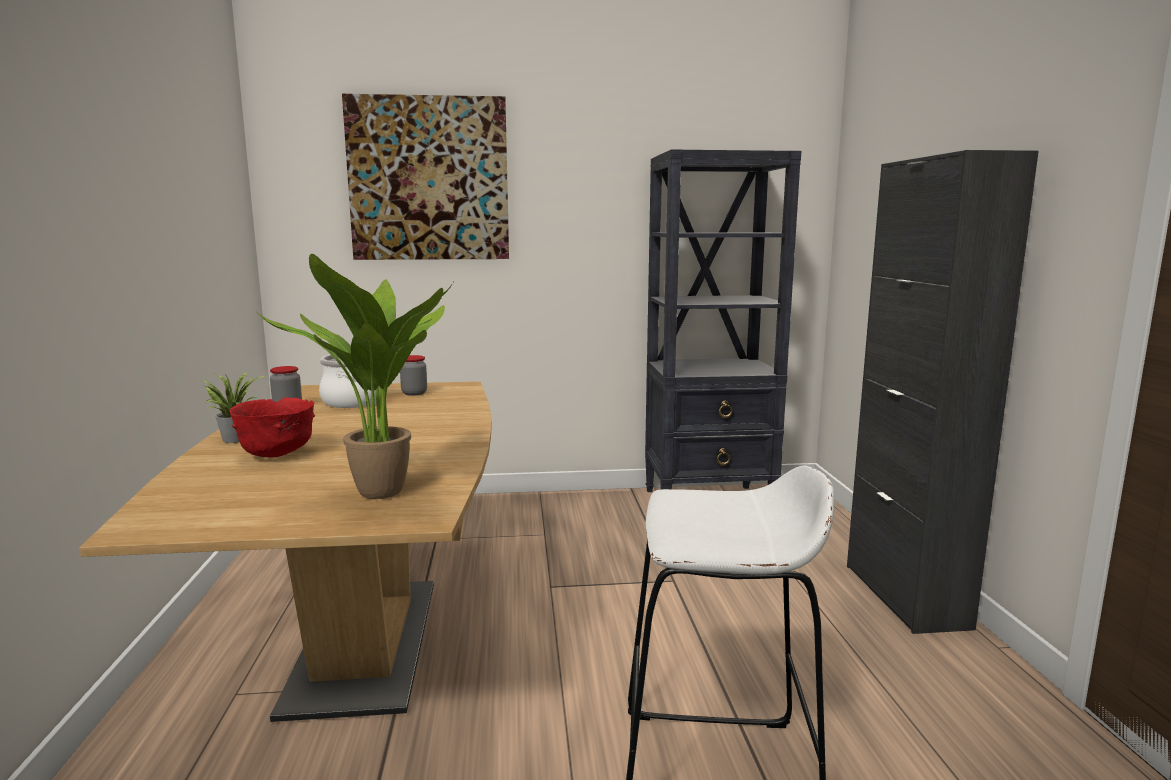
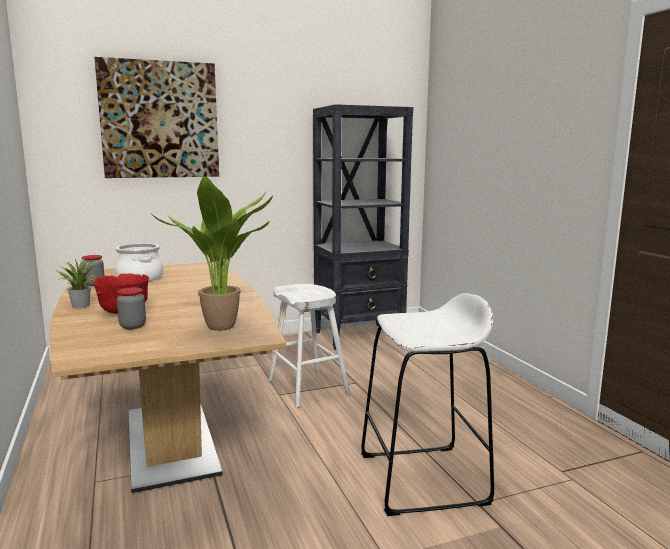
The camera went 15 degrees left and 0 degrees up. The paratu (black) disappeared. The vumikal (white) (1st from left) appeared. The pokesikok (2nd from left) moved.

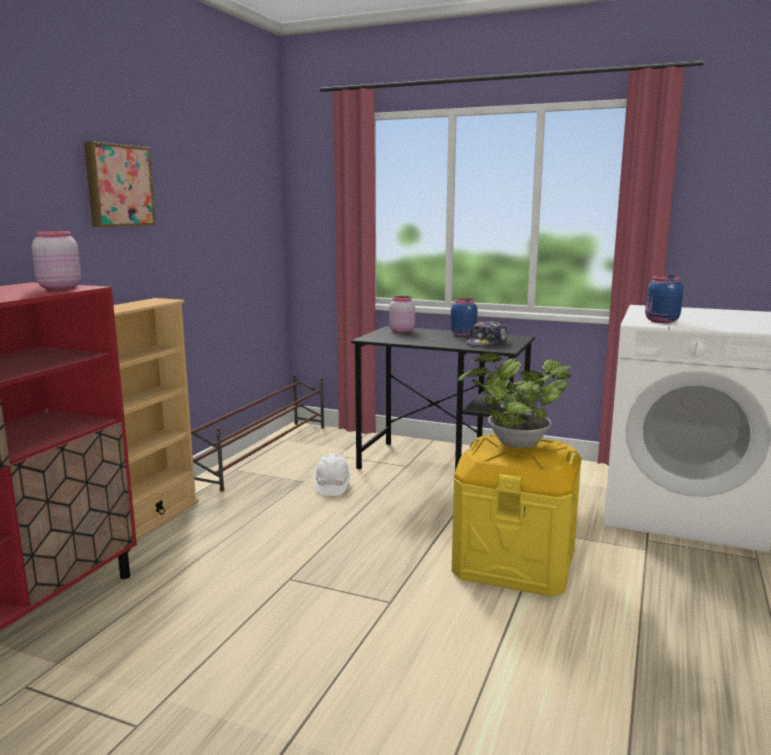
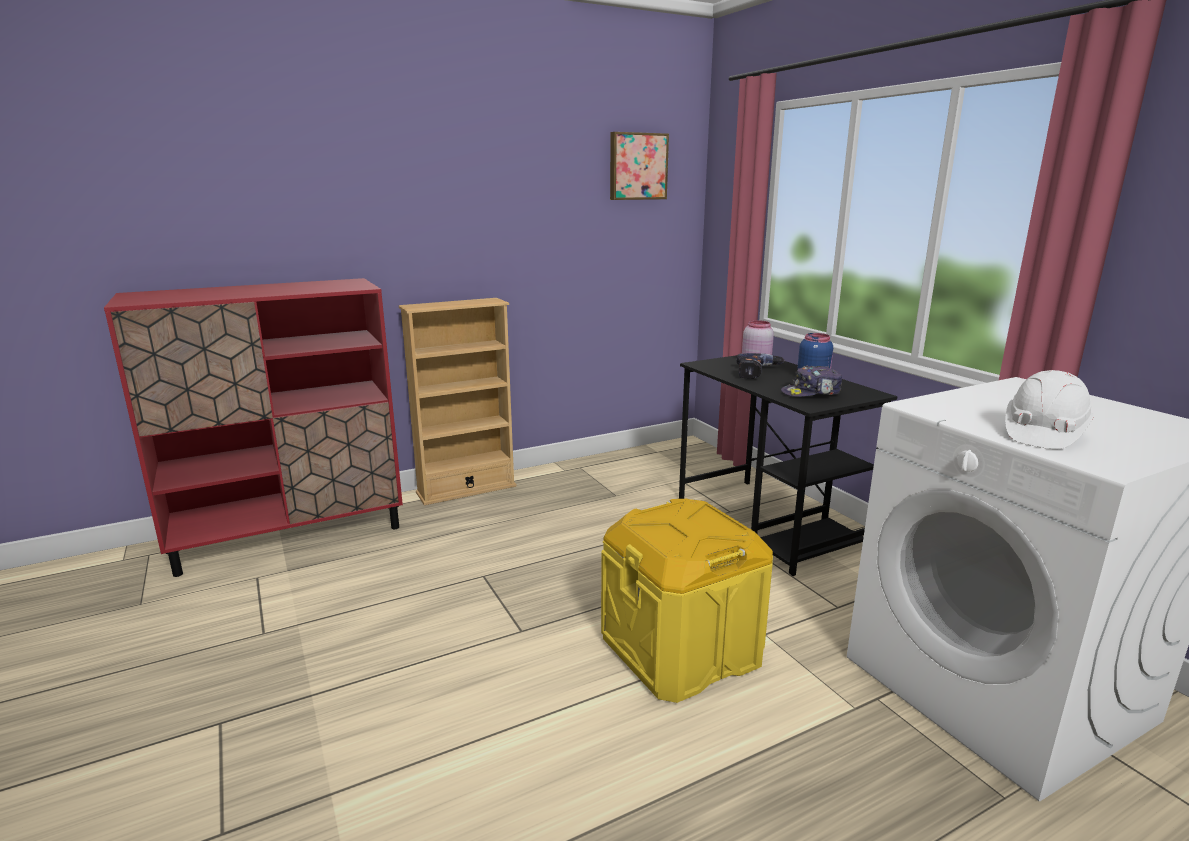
The camera went 40 degrees right and 5 degrees up. The pokesikok (pink) (1st from left) disappeared. The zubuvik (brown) disappeared. The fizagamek disappeared. The pokesikok (blue) (2nd from left) disappeared. The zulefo appeared. The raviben moved. The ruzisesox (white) moved.

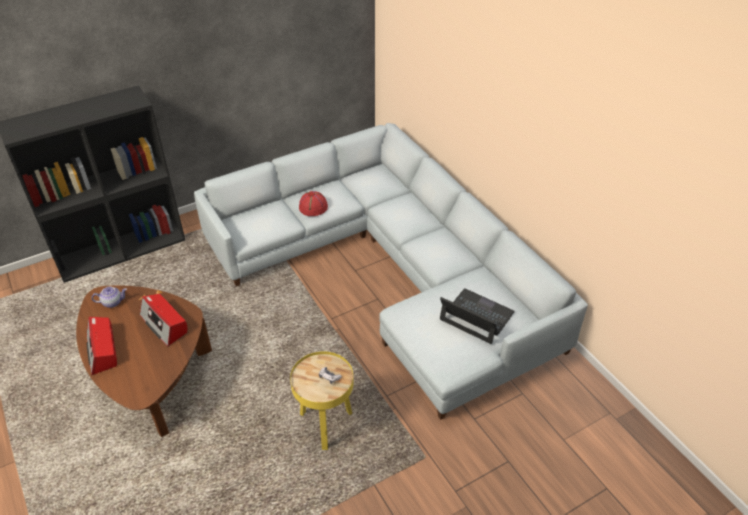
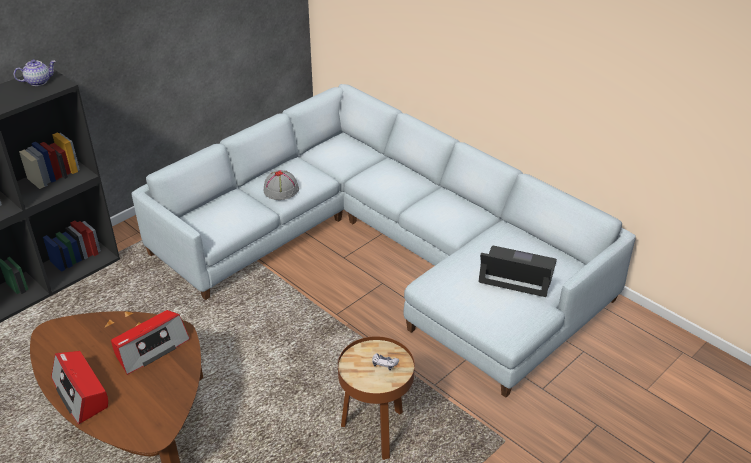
The camera went 15 degrees left and 5 degrees down. The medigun moved. The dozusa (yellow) became the dozusa (brown). The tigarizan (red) became the tigarizan (grey). The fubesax (2nd from left) turned 75 degrees counterclockwise.

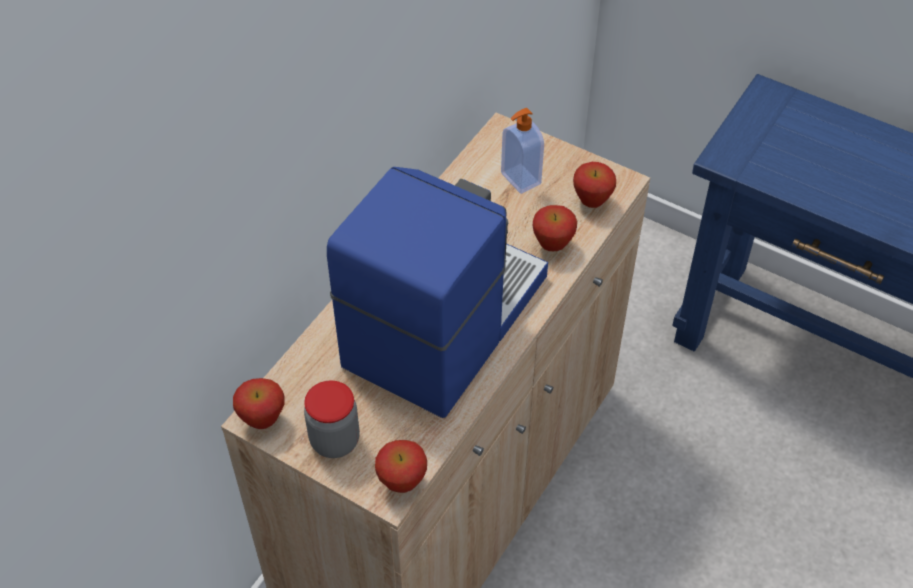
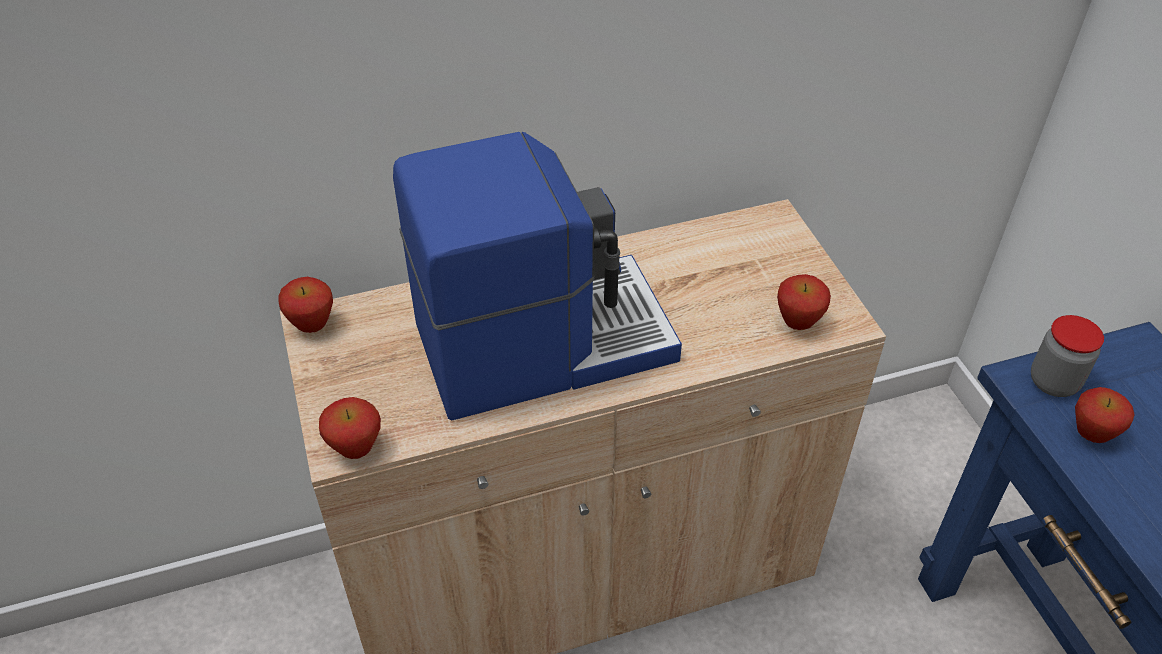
The camera went 40 degrees right and 5 degrees down. The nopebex disappeared. The pokesikok moved. The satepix (3rd from left in the first image) moved.

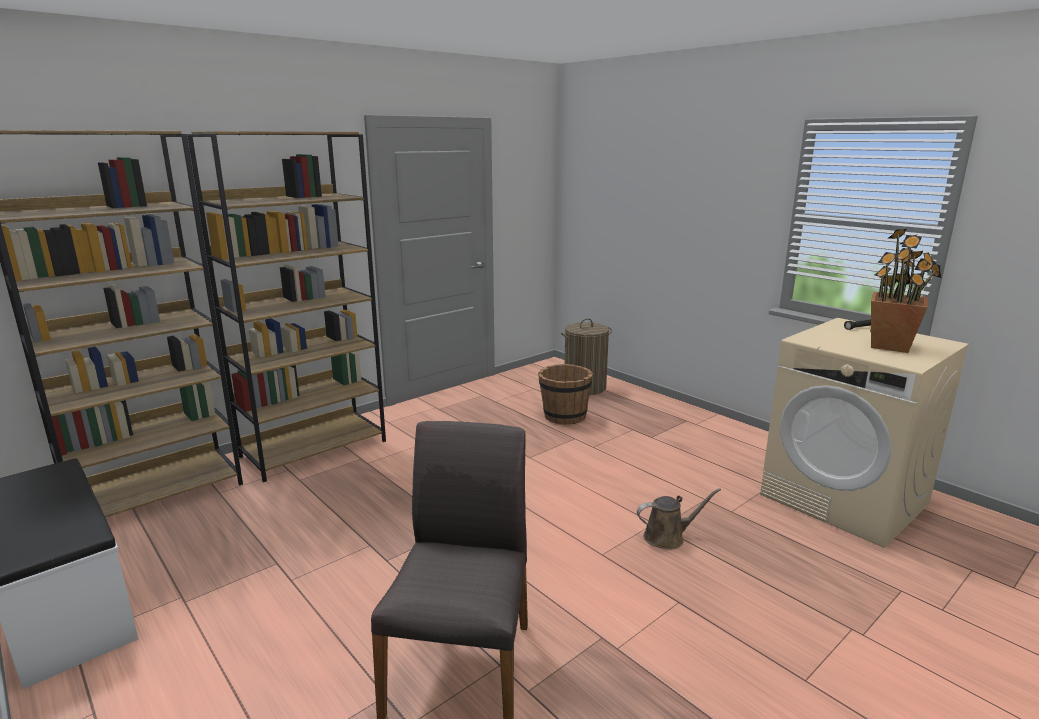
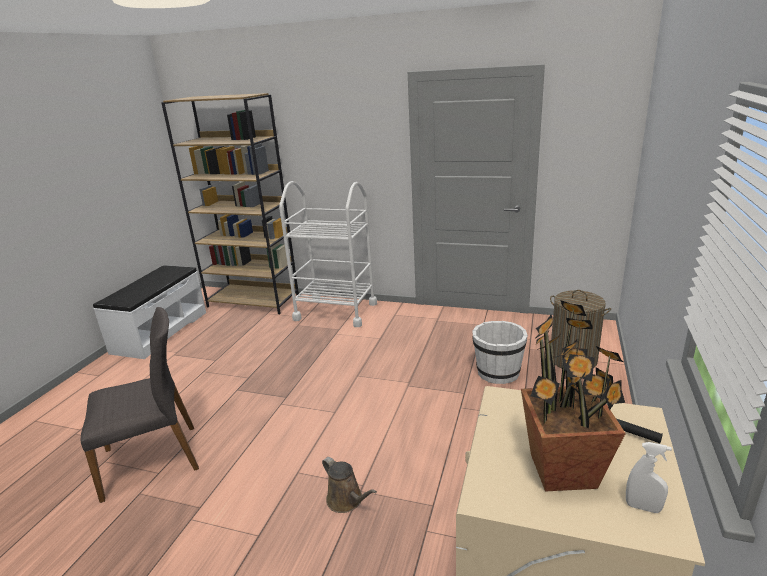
The camera went 60 degrees right and 5 degrees up. The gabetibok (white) appeared. The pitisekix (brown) (2nd from left) was replaced by the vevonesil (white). The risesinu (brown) became the risesinu (white).

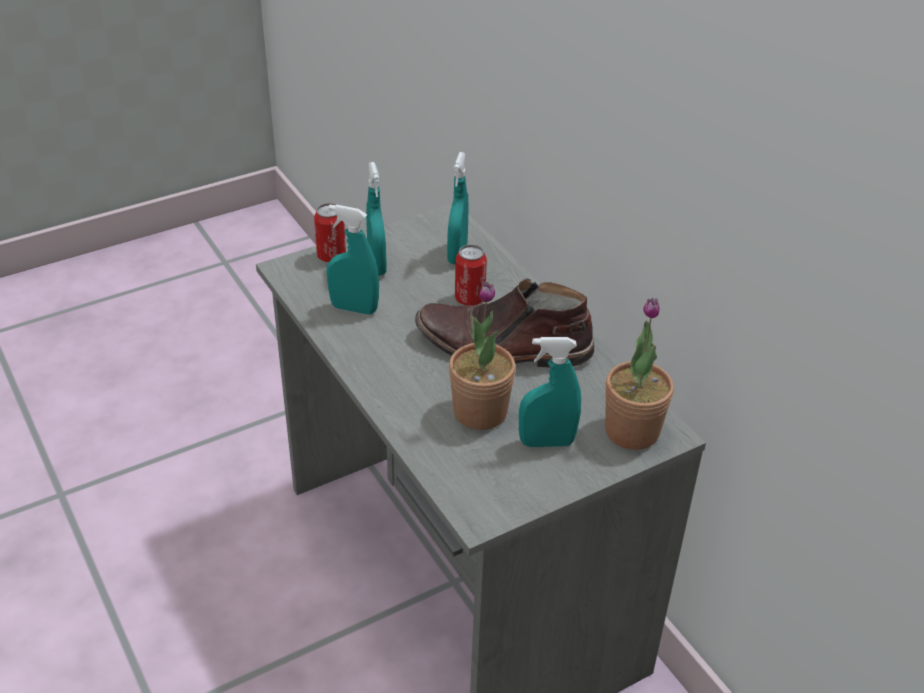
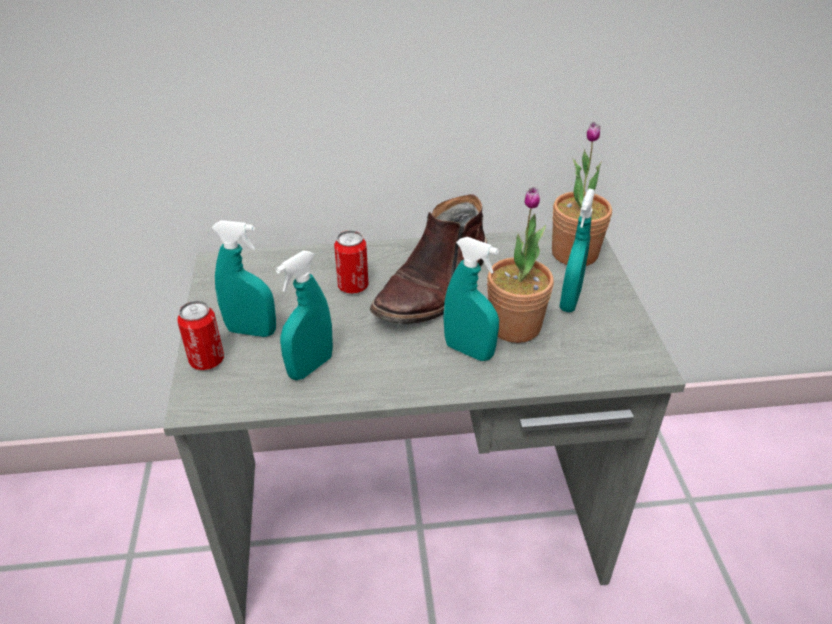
The camera went 65 degrees left and 0 degrees up. The gabetibok (turquoise) (3rd from left) moved.

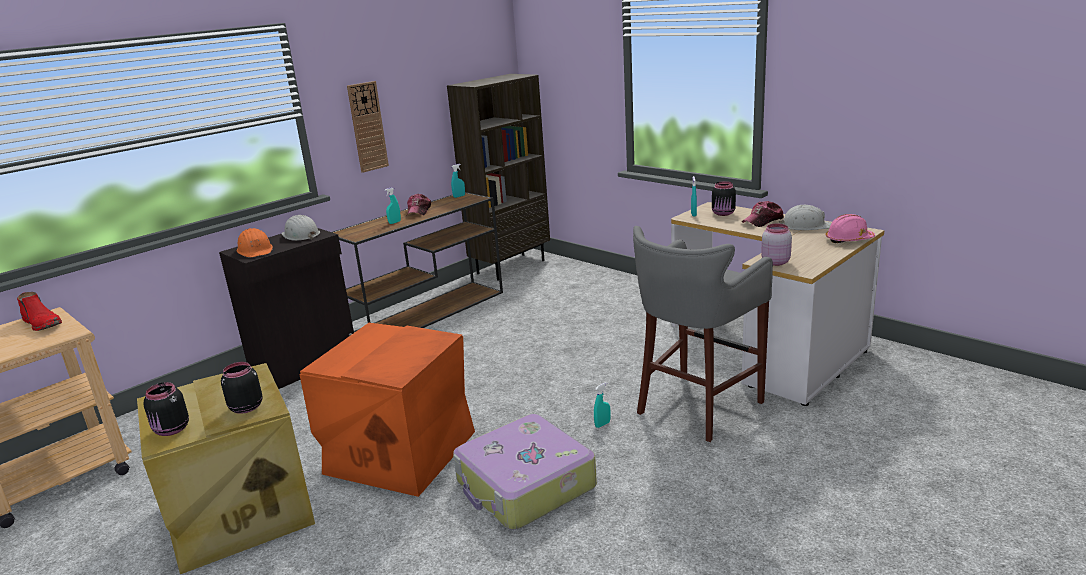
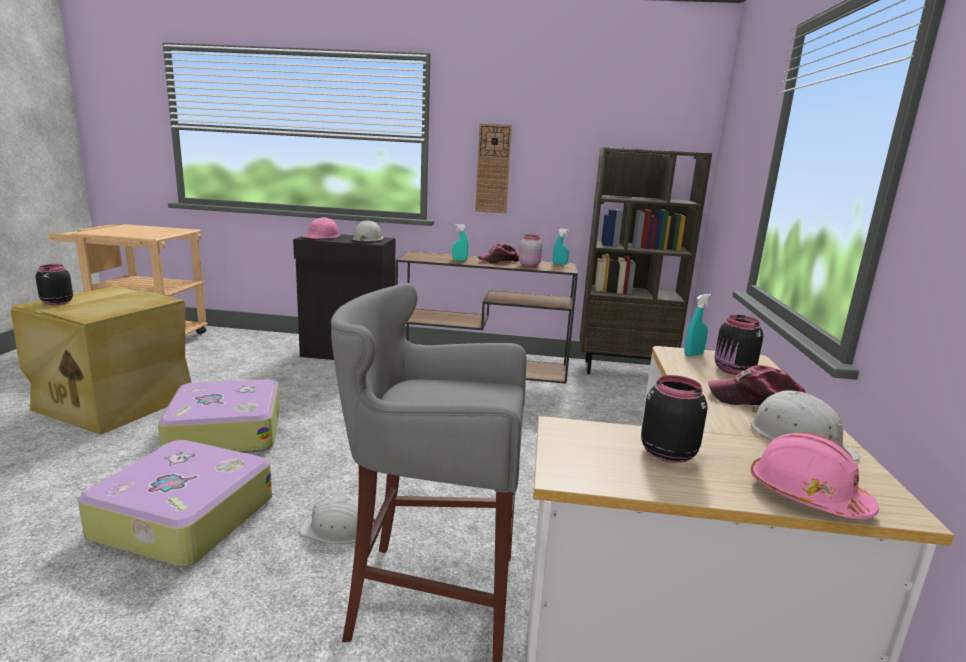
The camera went 50 degrees right and 5 degrees down. The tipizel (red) disappeared. The pokesikok (black) (2nd from left) moved. The pokesikok (pink) moved. The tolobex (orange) was replaced by the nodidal (2nd from left). The gabetibok (turquoise) (3rd from left) was replaced by the ruzisesox (white) (1st from left). The ruzisesox (orange) became the ruzisesox (pink) (1st from left).

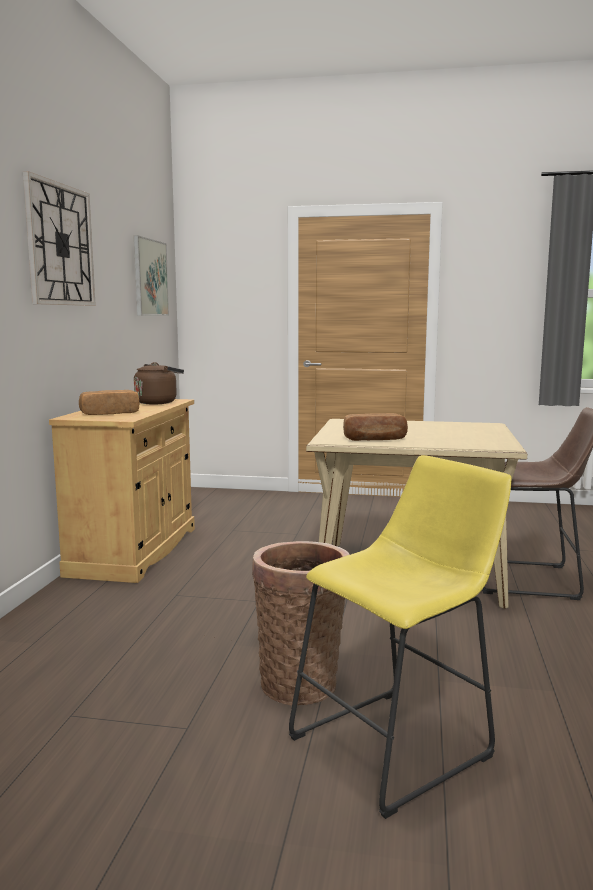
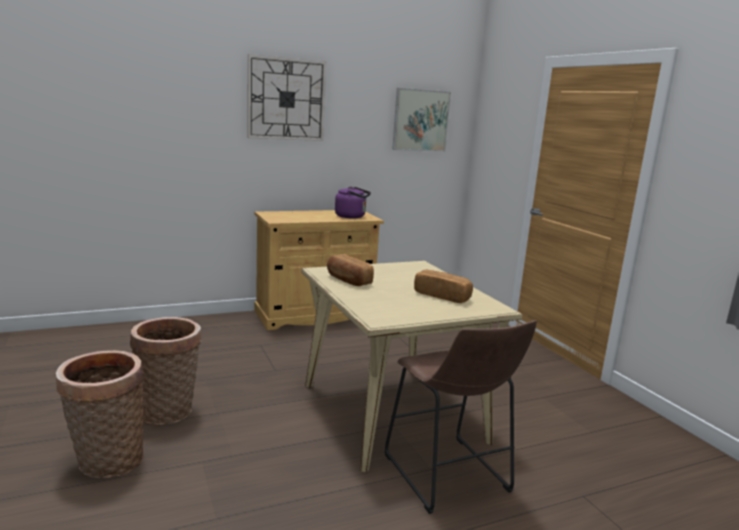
The camera went 55 degrees right and 5 degrees up. The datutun (1st from left in the first image) moved. The vumikal (yellow) was replaced by the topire (1st from left). The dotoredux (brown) became the dotoredux (purple).

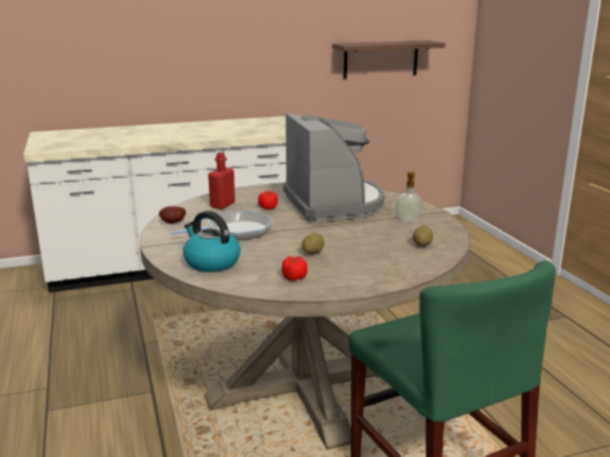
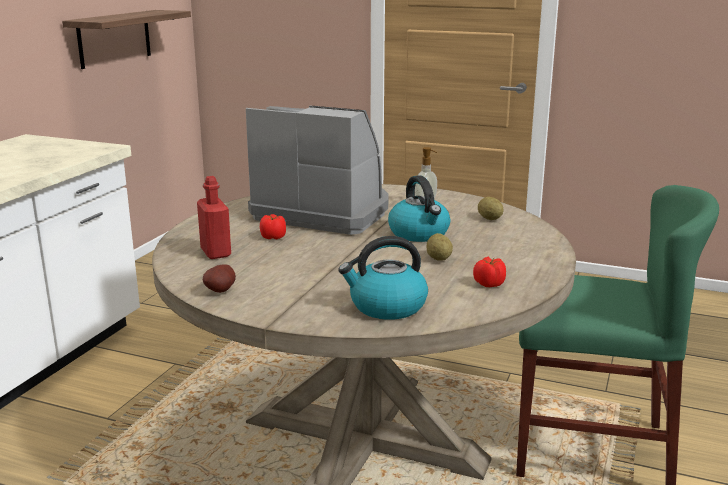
The camera went 50 degrees left and 0 degrees up. The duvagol disappeared. The dotoredux (2nd from left) appeared.

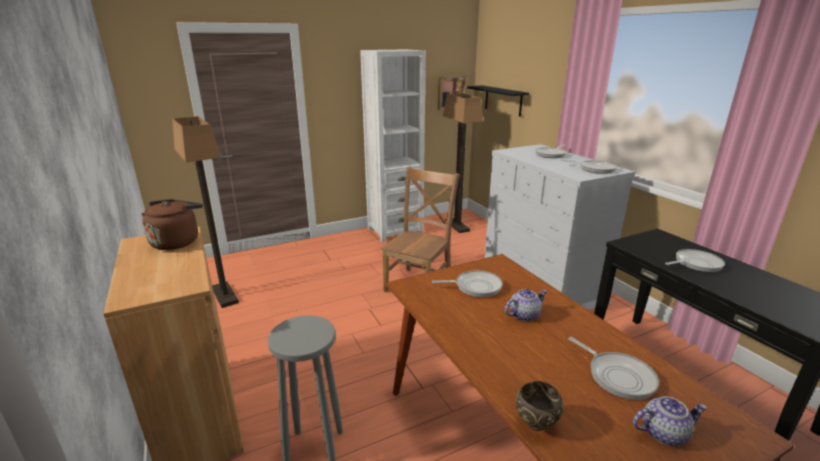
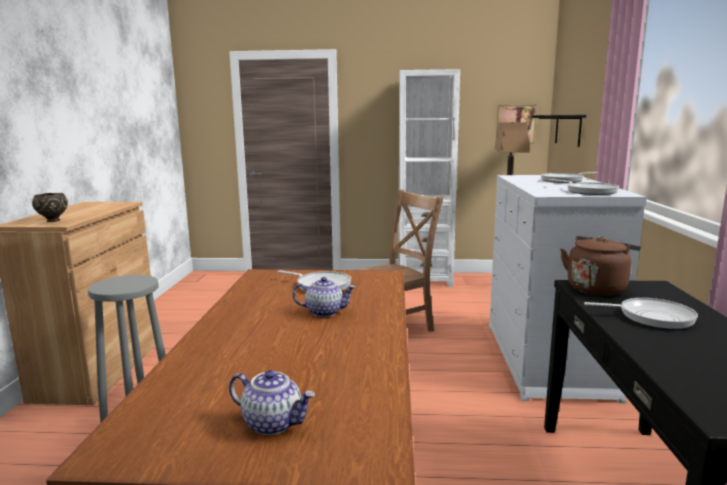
The camera went 30 degrees right and 10 degrees down. The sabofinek (1st from left) disappeared. The duvagol (4th from left) disappeared. The dotoredux (brown) moved. The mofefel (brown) moved.

